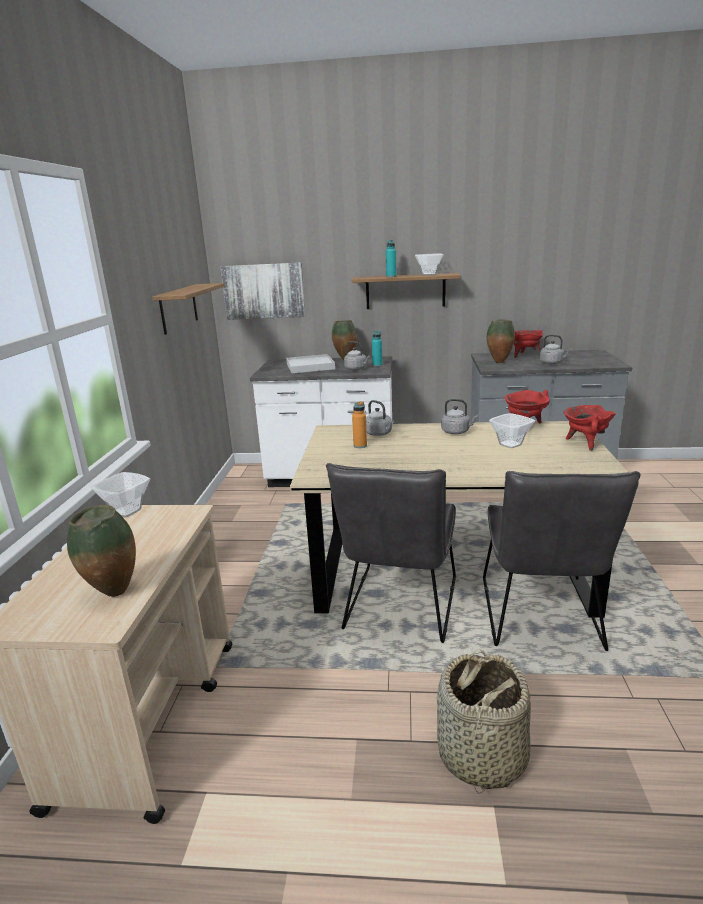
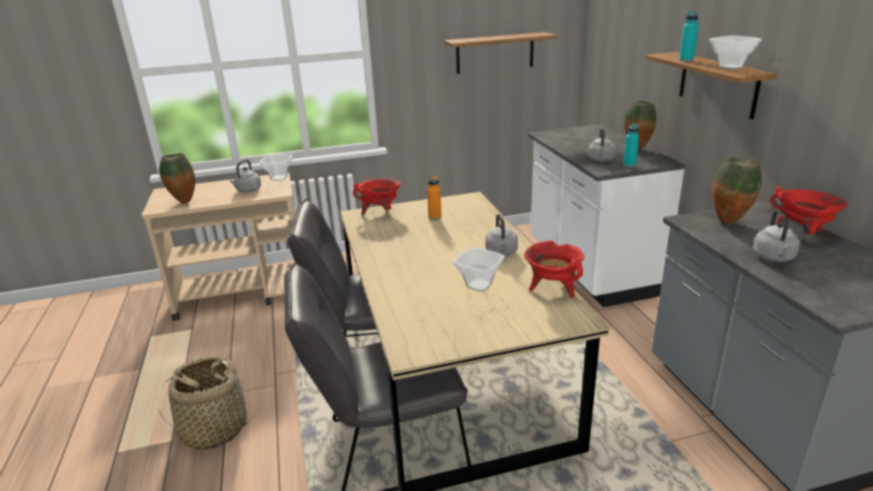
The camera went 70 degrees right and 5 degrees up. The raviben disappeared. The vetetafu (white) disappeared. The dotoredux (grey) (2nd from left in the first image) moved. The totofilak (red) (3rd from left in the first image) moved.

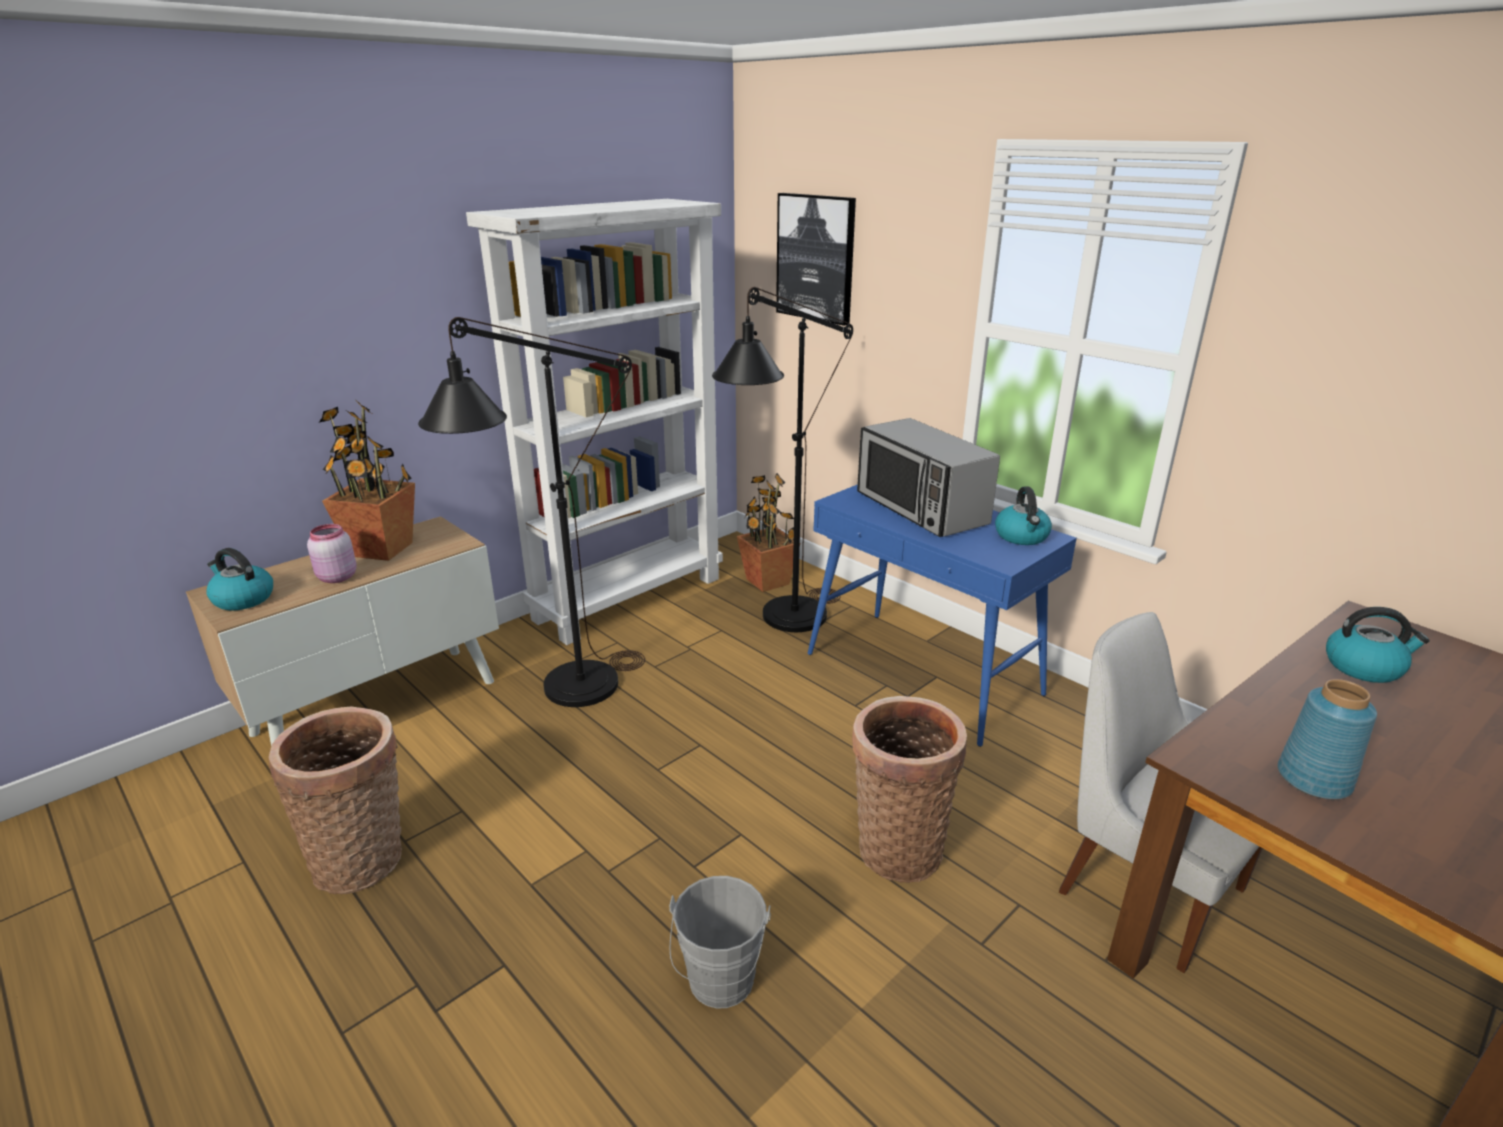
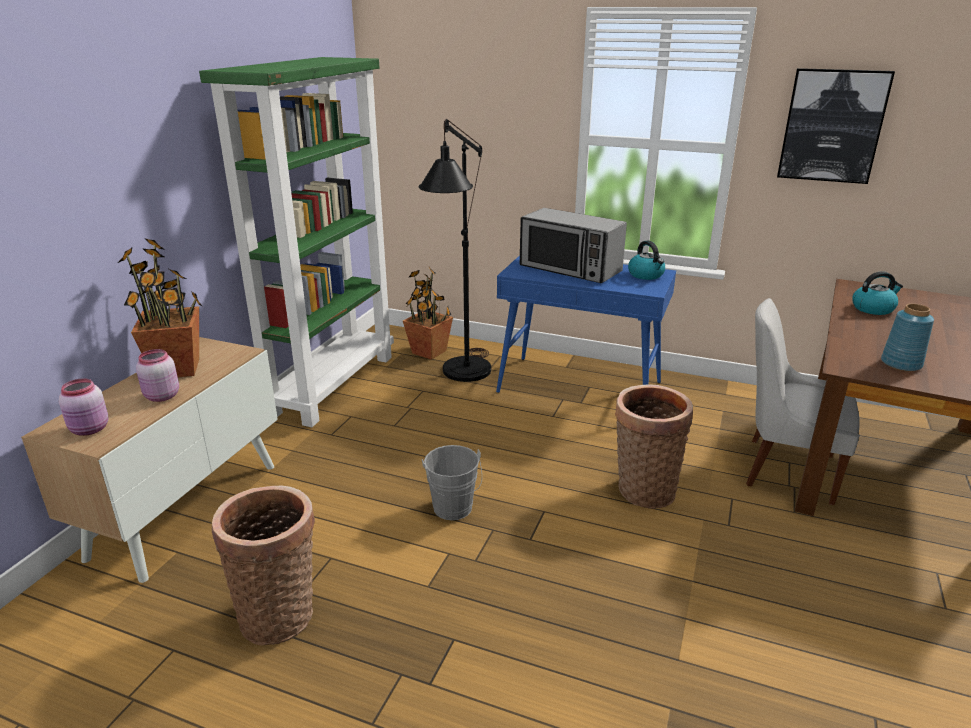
The camera went 25 degrees left and 0 degrees up. The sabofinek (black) (1st from left) disappeared. The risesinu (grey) moved. The raviben moved. The dotoredux (1st from left) was replaced by the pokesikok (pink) (1st from left). The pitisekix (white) became the pitisekix (green).

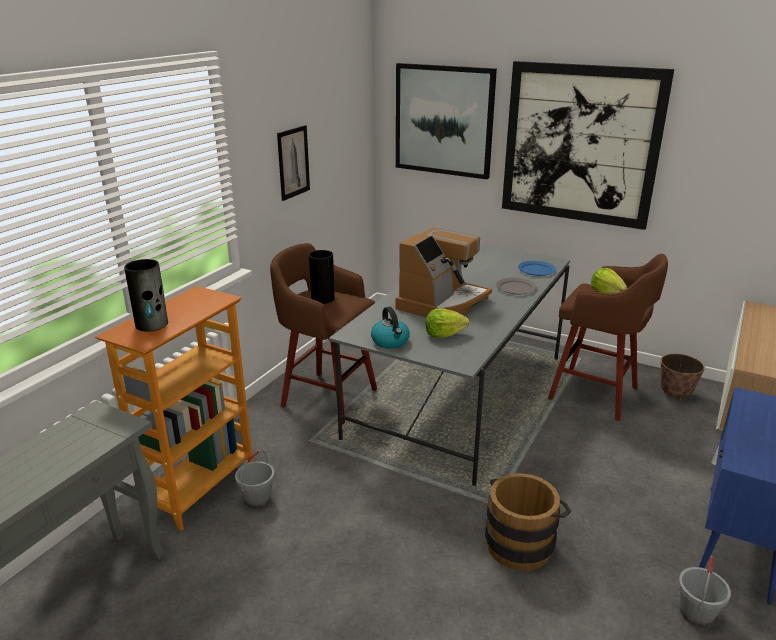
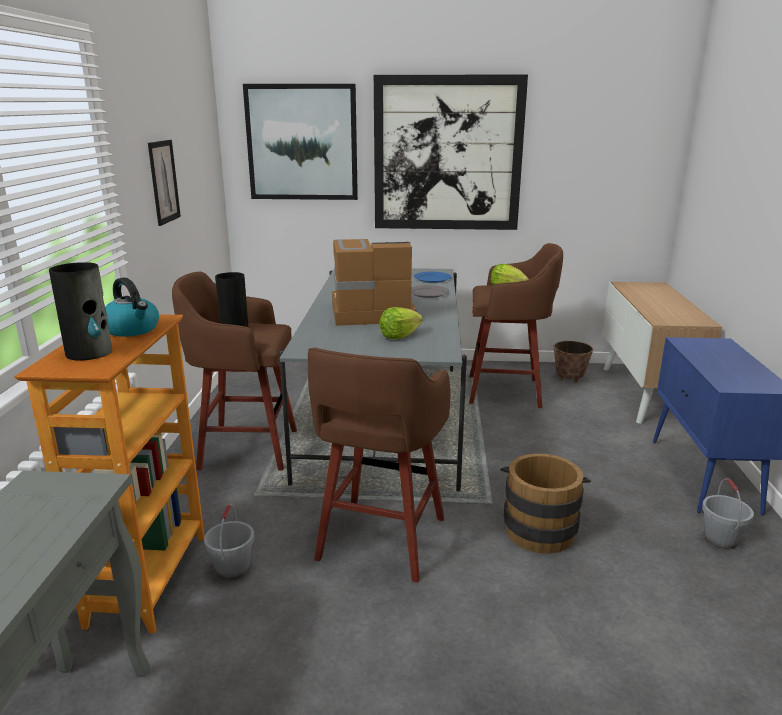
The camera went 25 degrees left and 5 degrees down. The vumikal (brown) (2nd from left) appeared. The dotoredux moved. The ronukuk turned 105 degrees counterclockwise.

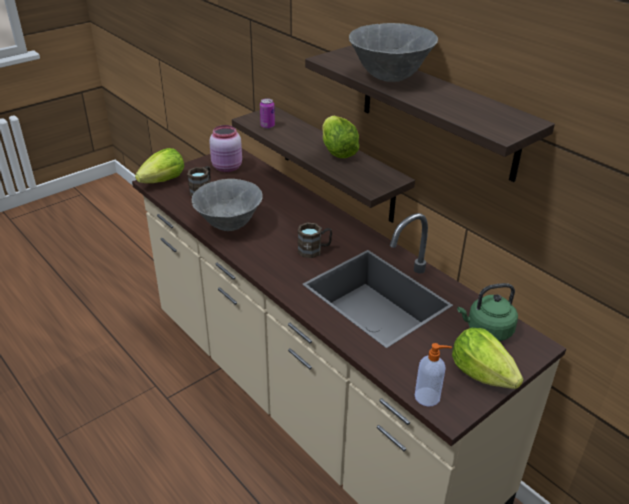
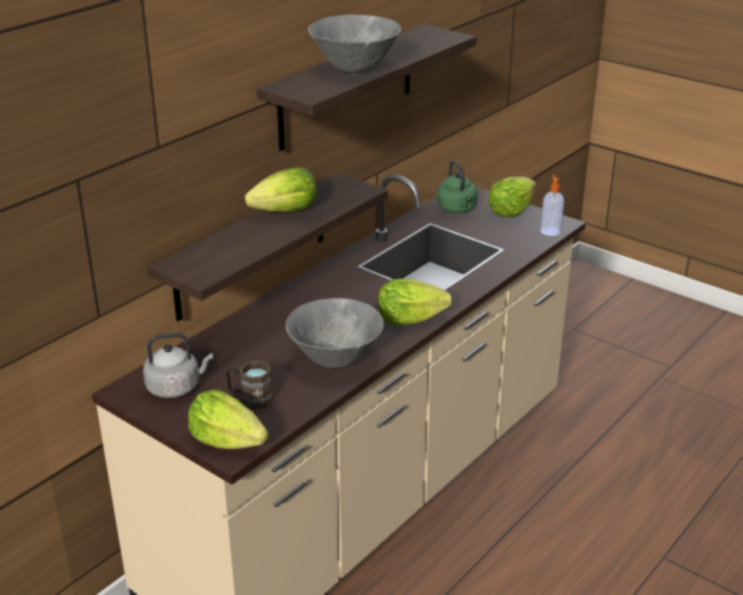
The camera went 100 degrees left and 5 degrees down. The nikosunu disappeared. The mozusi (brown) (2nd from left) disappeared. The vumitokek (3rd from left) appeared. The pokesikok (pink) was replaced by the dotoredux (grey).

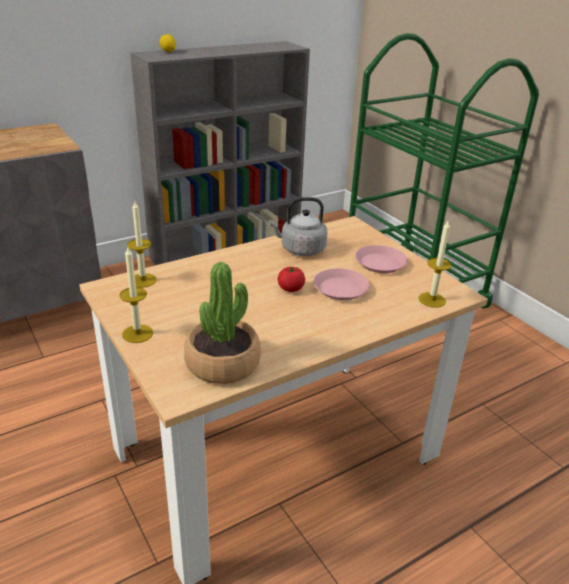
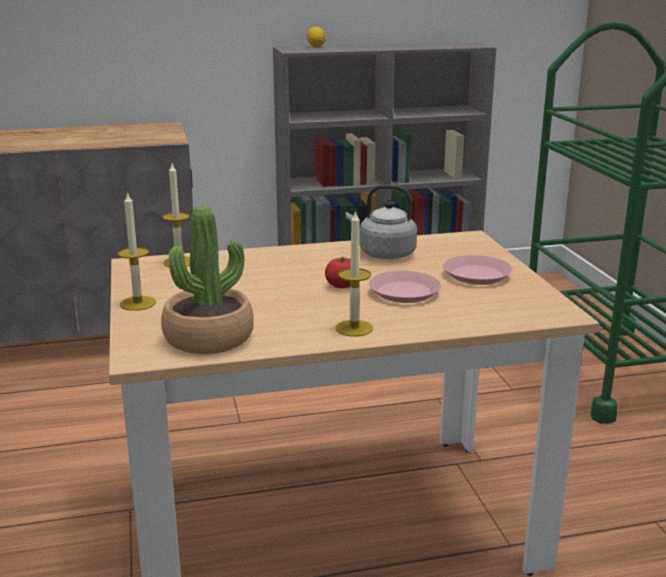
The camera went 20 degrees right and 10 degrees down. The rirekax (3rd from left) moved.

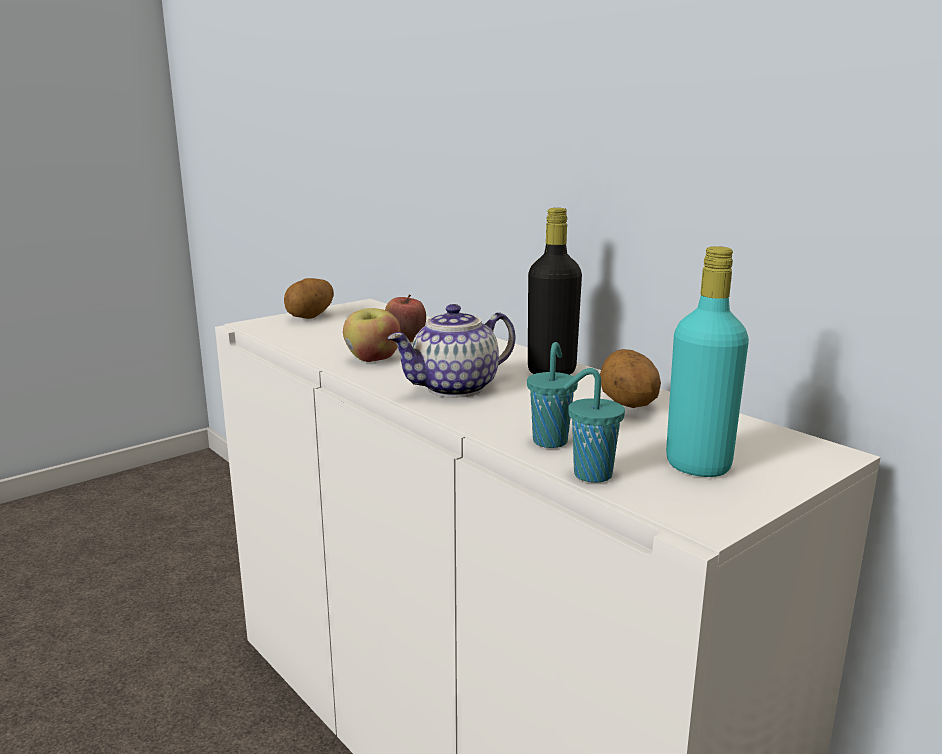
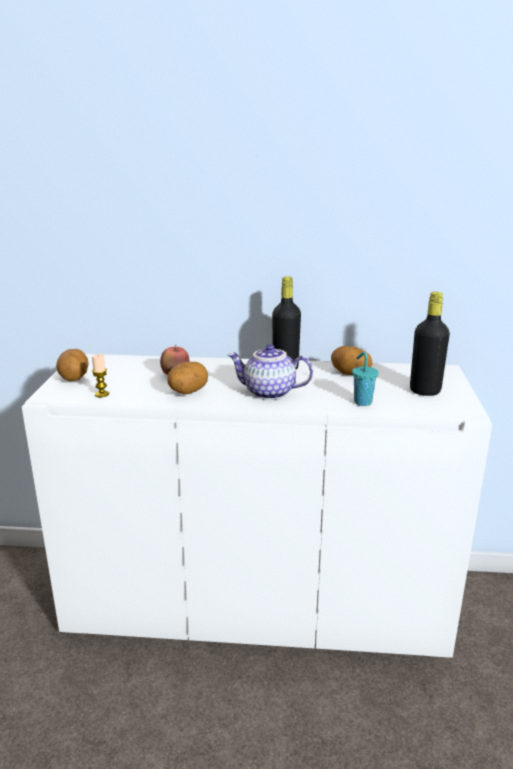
The camera went 45 degrees left and 5 degrees up. The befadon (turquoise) (2nd from left) disappeared. The rirekax appeared. The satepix (1st from left) was replaced by the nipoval (2nd from left). The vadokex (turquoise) became the vadokex (black) (2nd from left). The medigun turned 90 degrees clockwise.

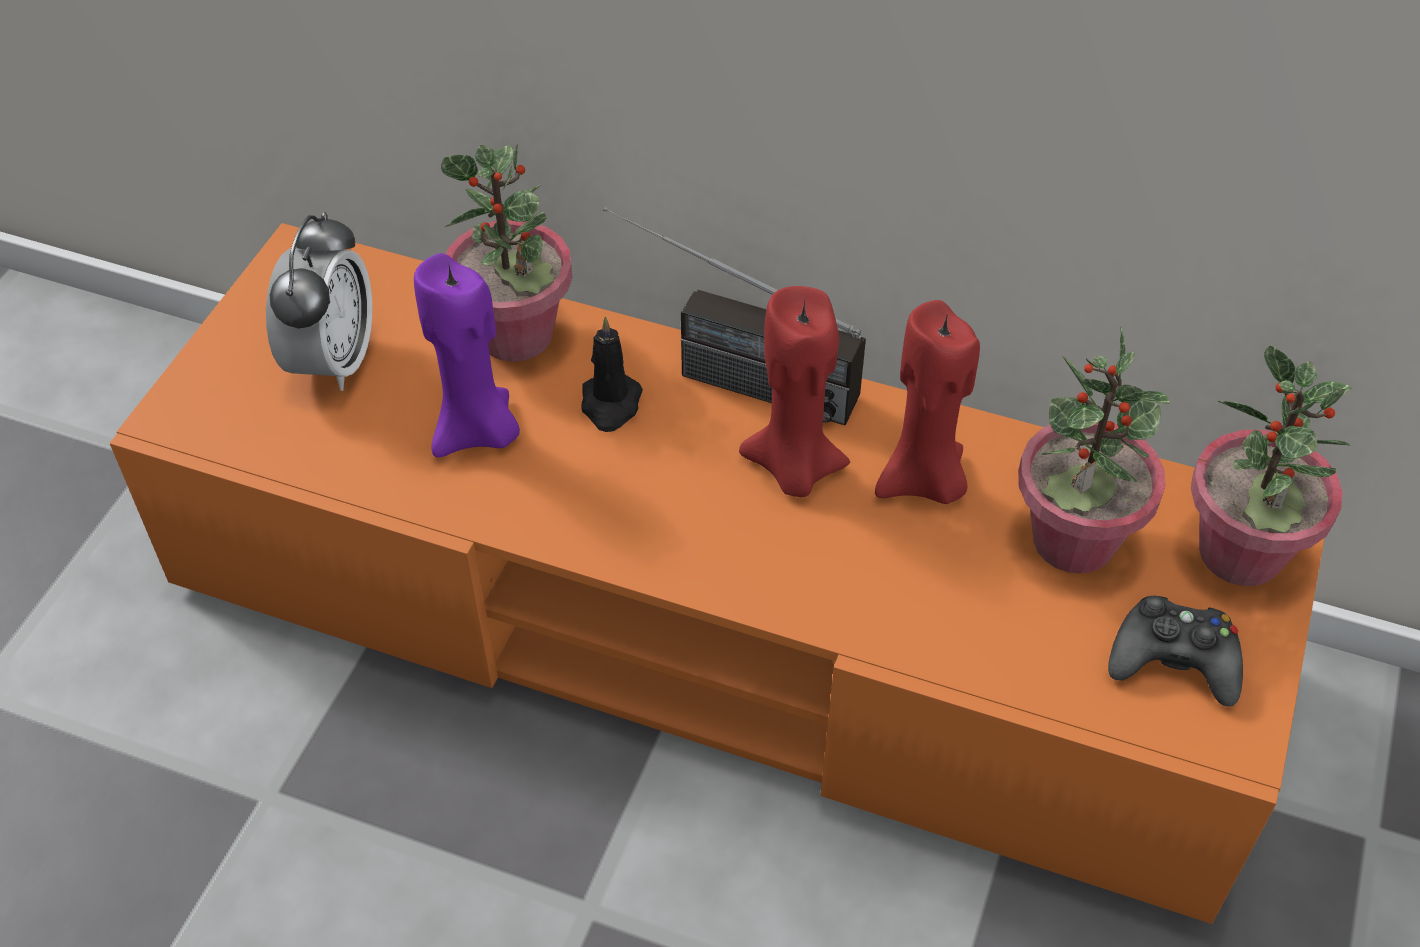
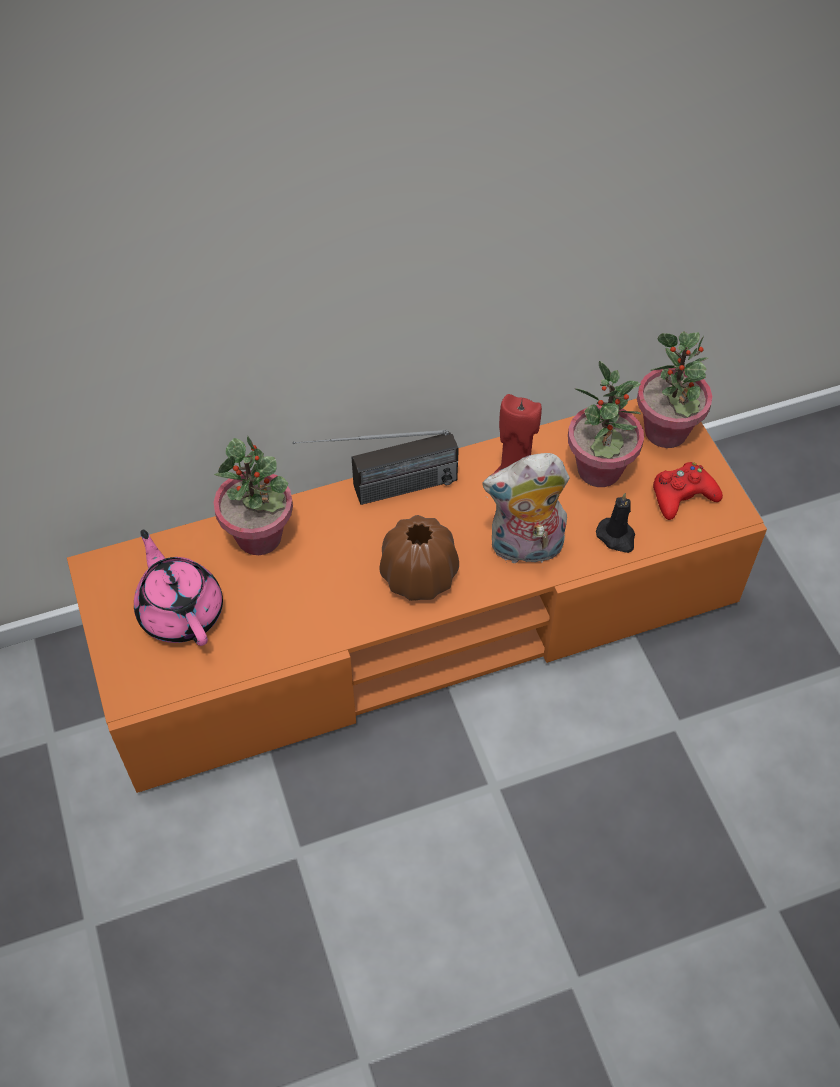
The camera went 40 degrees left and 5 degrees up. The rirekax (purple) disappeared. The rirekax (red) (1st from left) disappeared. The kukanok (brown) appeared. The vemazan appeared. The rirekax (black) moved. The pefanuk was replaced by the medigun (pink). The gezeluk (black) became the gezeluk (red).

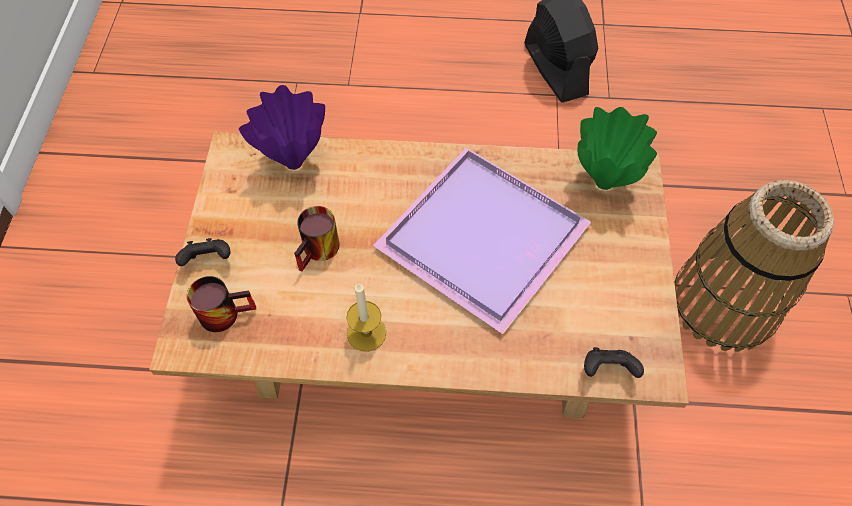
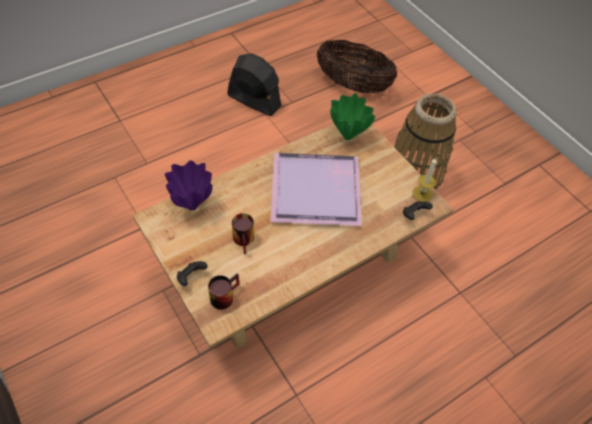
The camera went 40 degrees left and 5 degrees down. The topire (1st from left) appeared. The rirekax moved.

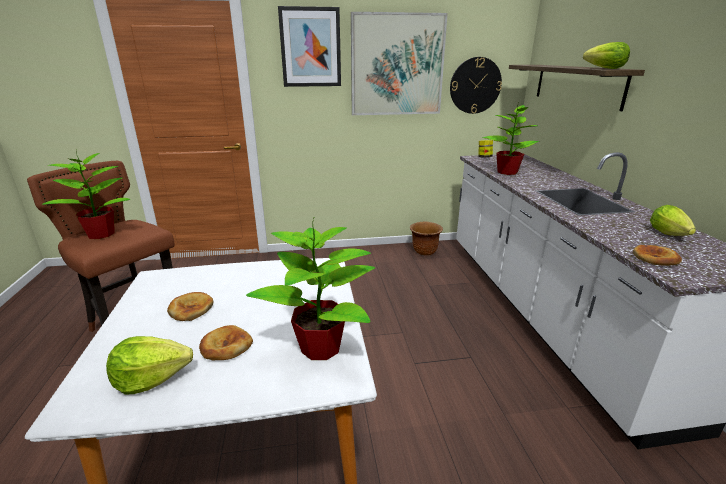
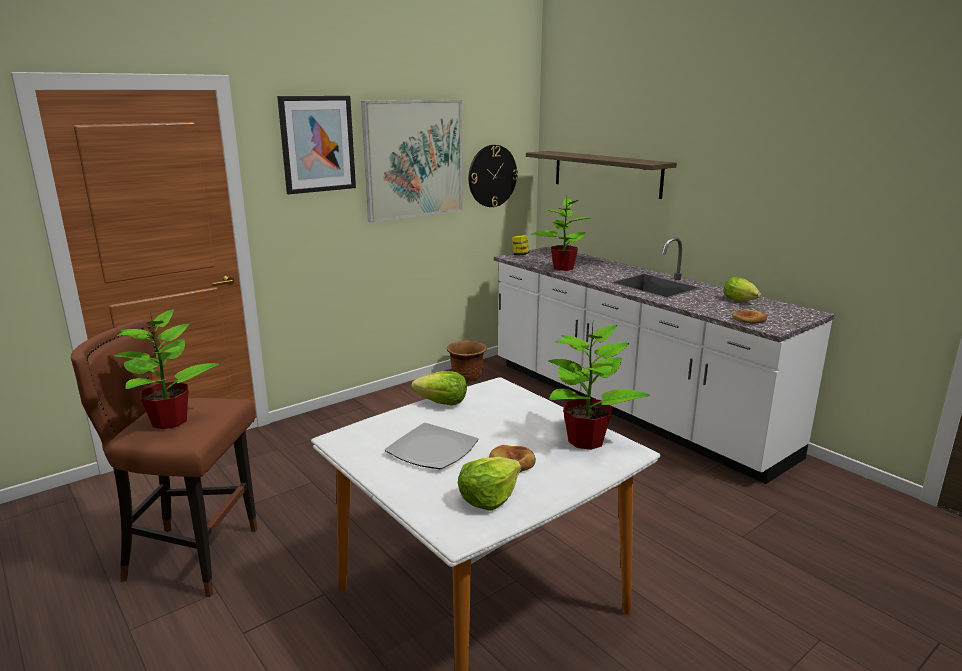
The camera went 30 degrees left and 5 degrees down. The vumitokek (2nd from left in the first image) moved. The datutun (1st from left) was replaced by the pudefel.

